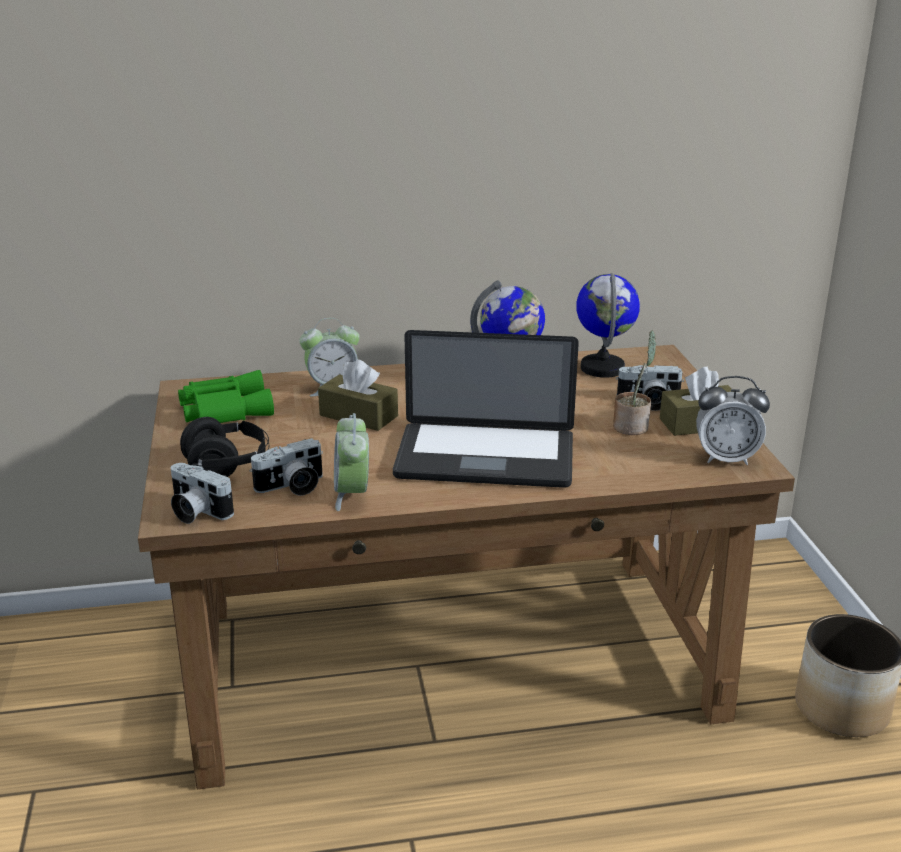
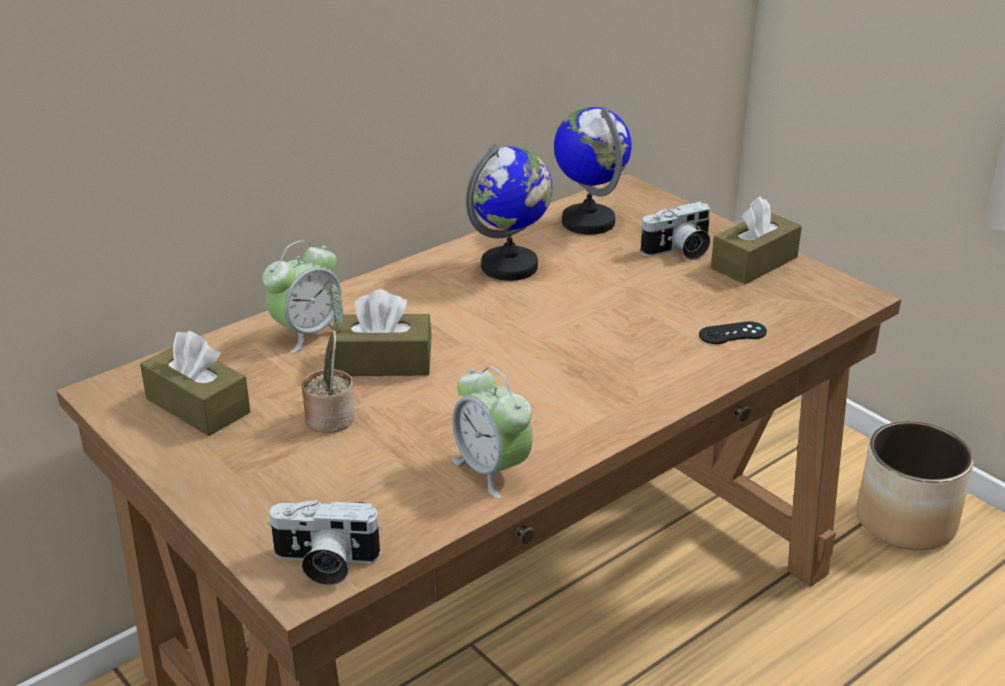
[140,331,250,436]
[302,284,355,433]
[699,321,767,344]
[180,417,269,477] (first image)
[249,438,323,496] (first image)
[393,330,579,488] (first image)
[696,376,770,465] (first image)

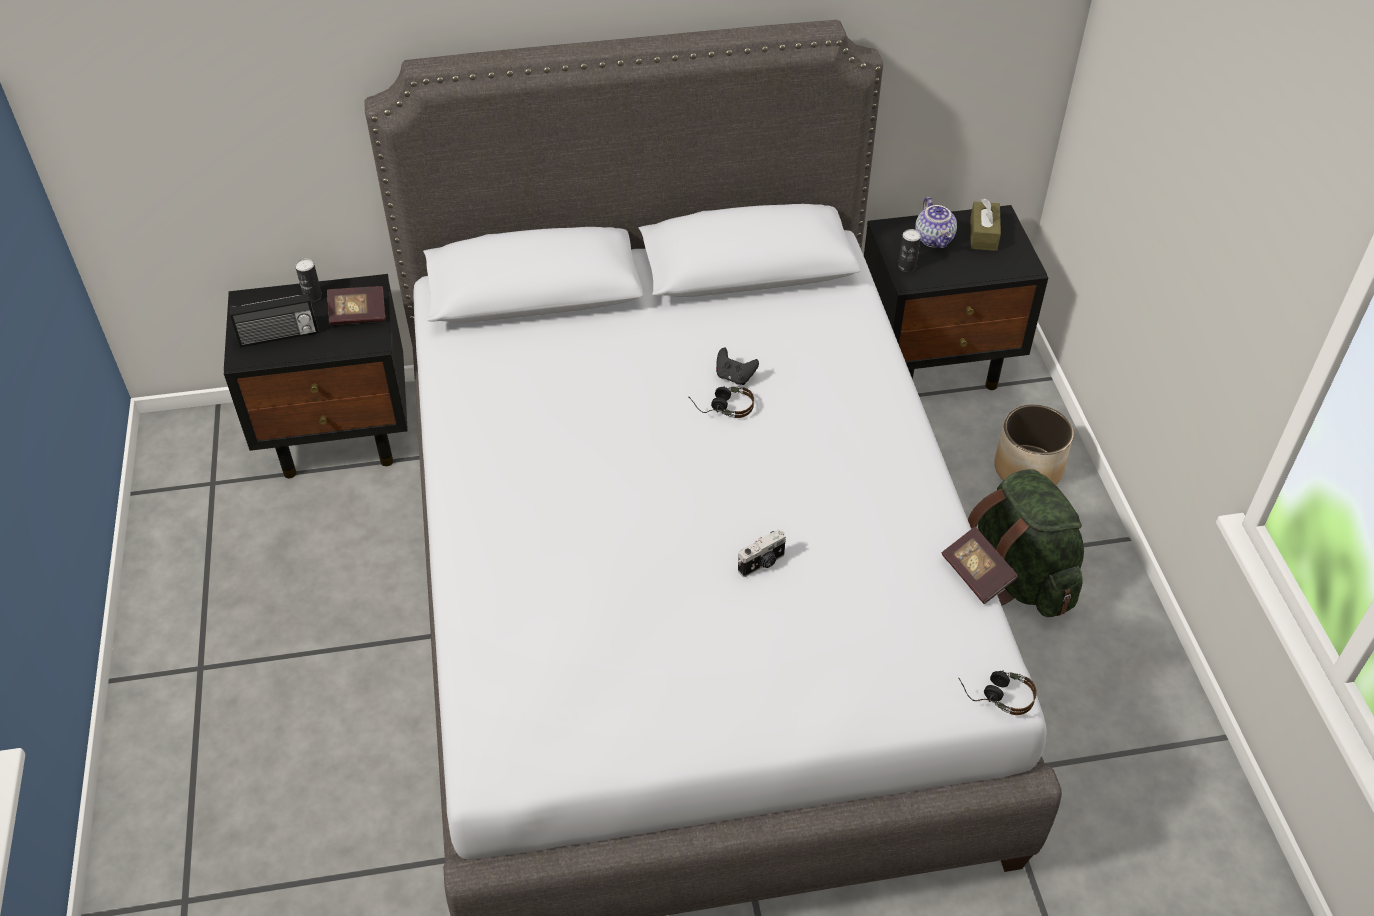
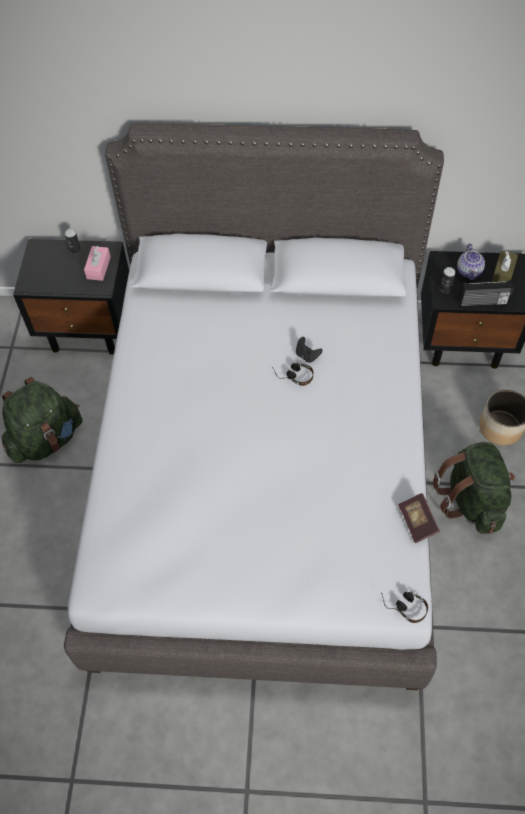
[2,377,83,463]
[84,246,111,281]
[458,280,513,307]
[738,530,786,577] (first image)

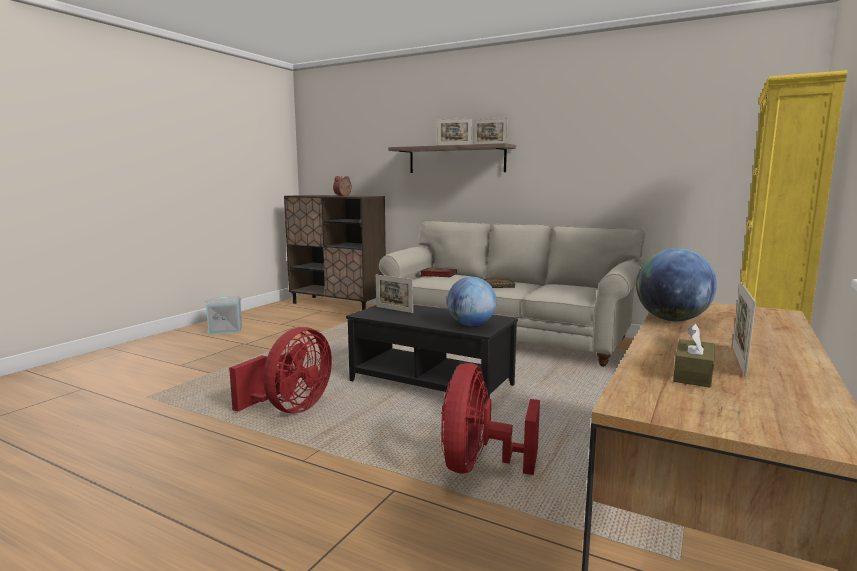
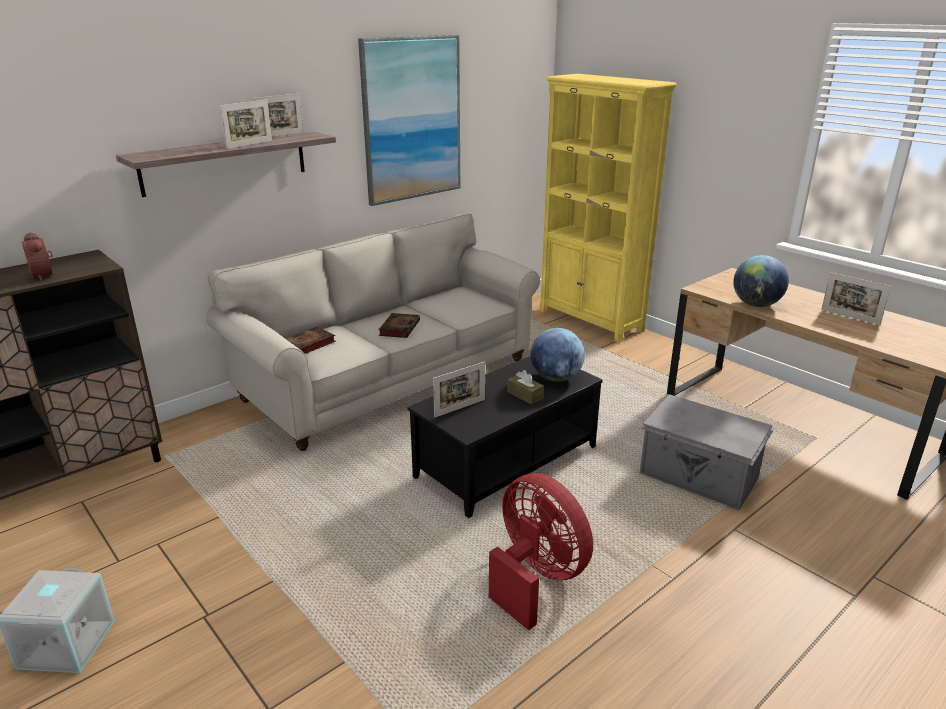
[358,35,460,206]
[507,370,544,404]
[640,394,773,510]

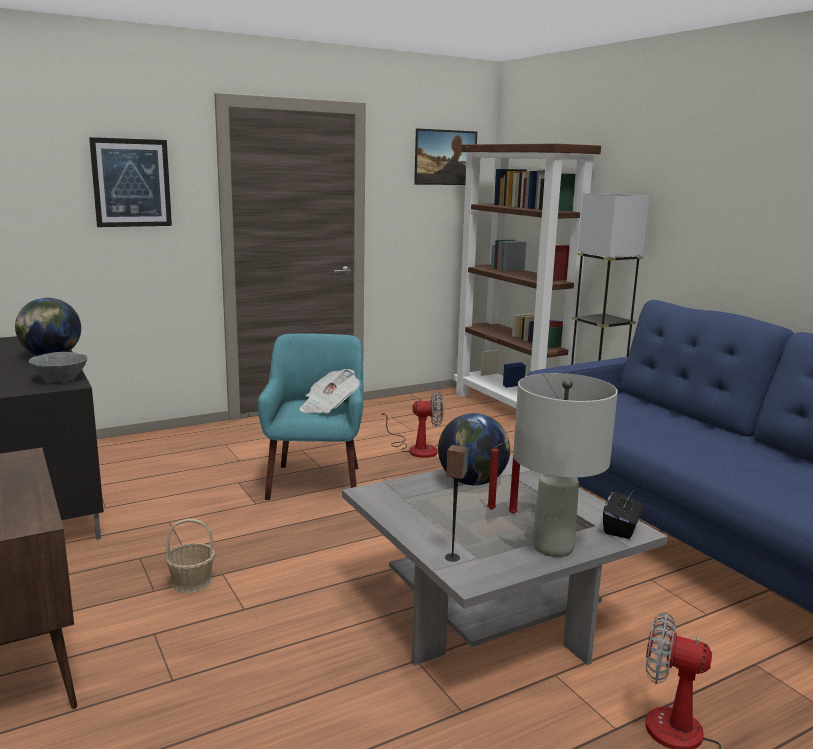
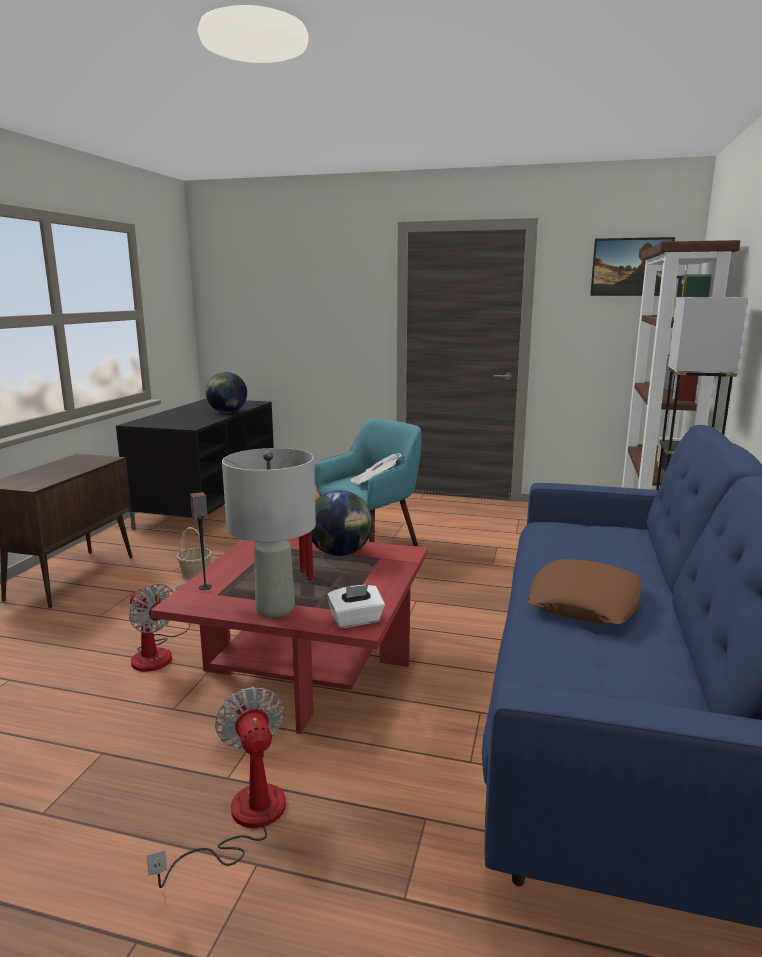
[129,584,190,672]
[151,537,427,734]
[327,585,385,628]
[528,559,642,624]
[29,352,88,382] (first image)
[89,137,172,227] (first image)

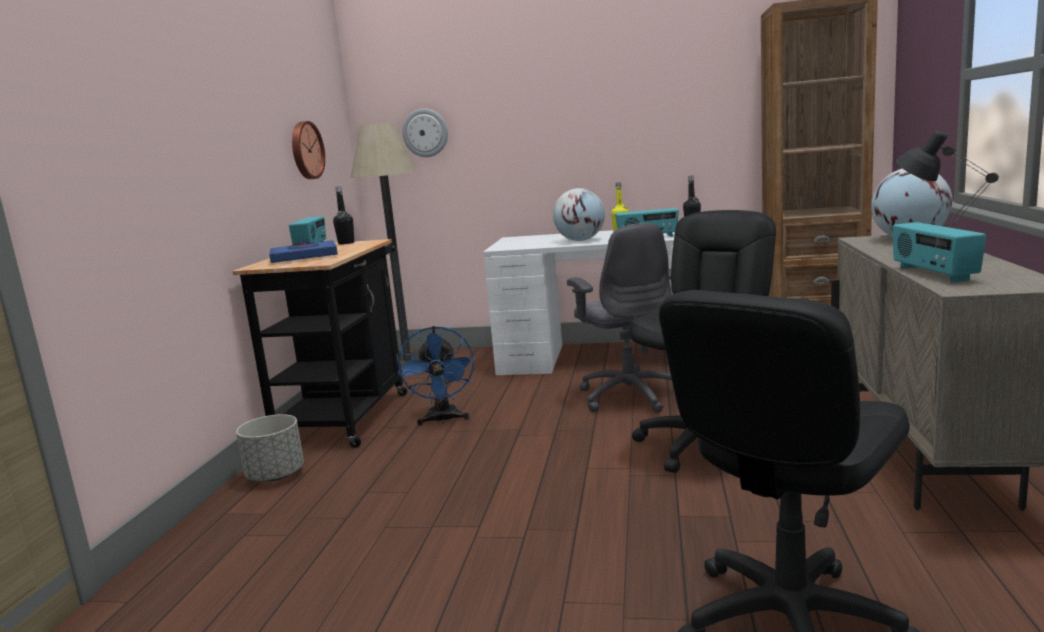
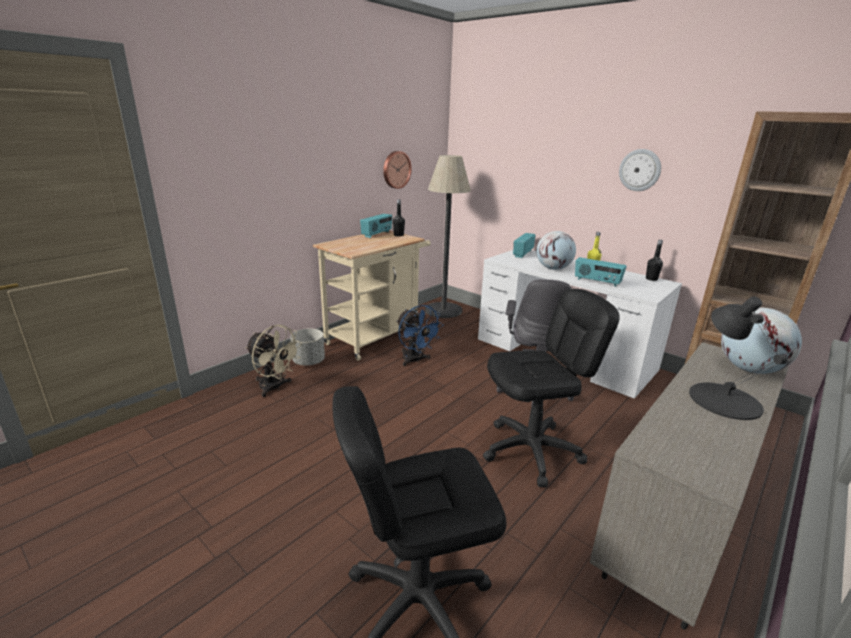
[245,325,302,397]
[313,230,431,361]
[397,305,444,366]
[513,233,536,258]
[619,149,661,191]
[269,240,338,263] (first image)

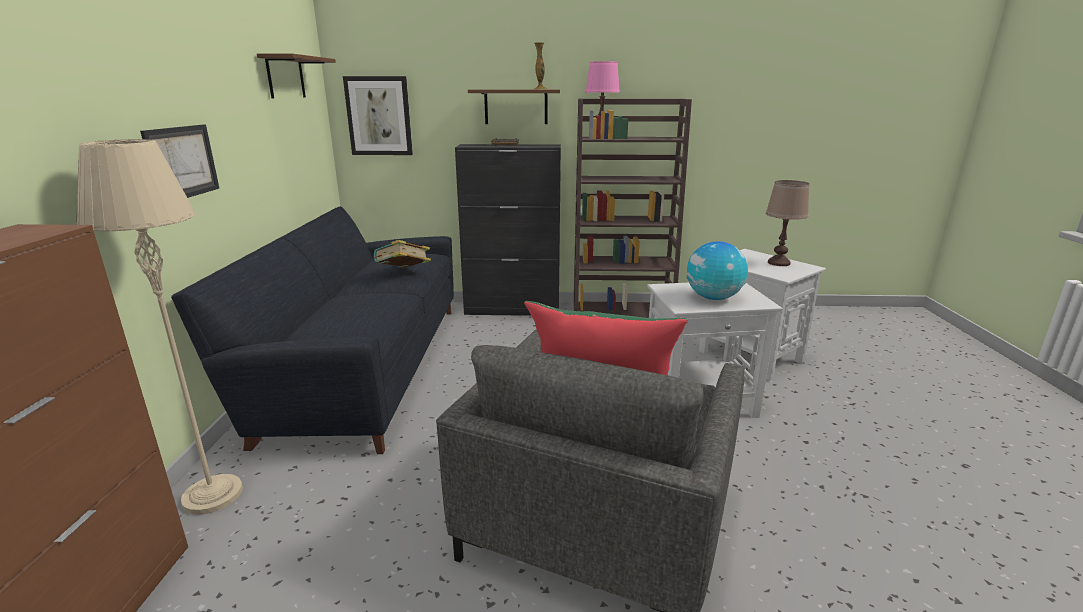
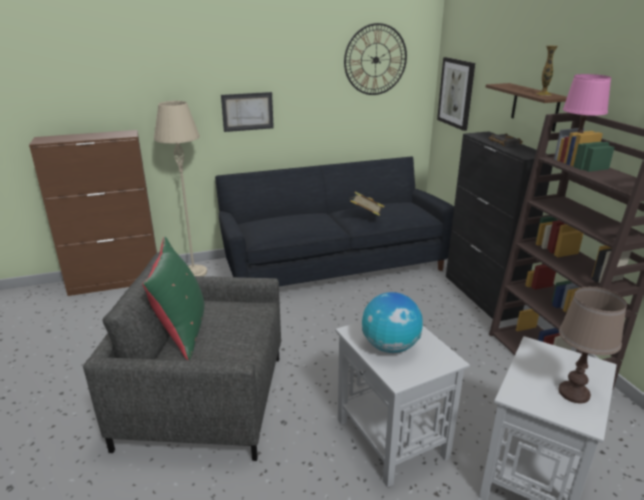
[344,23,407,95]

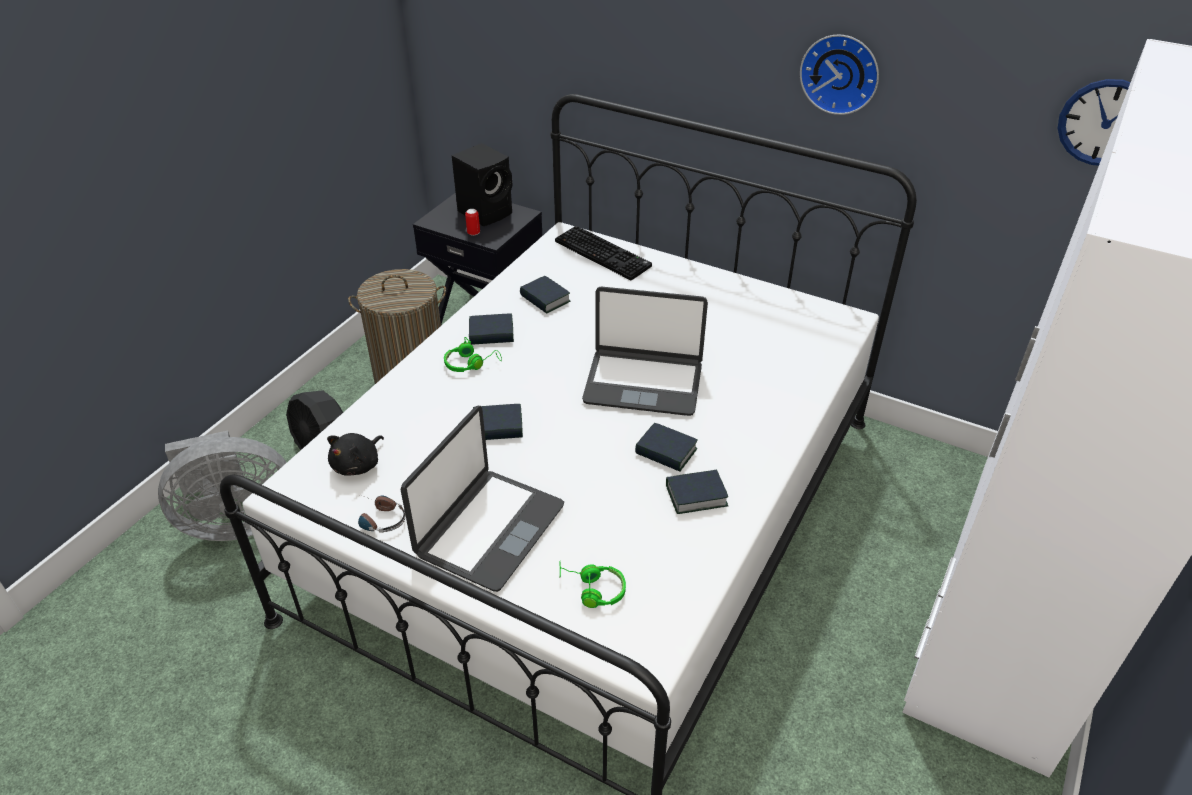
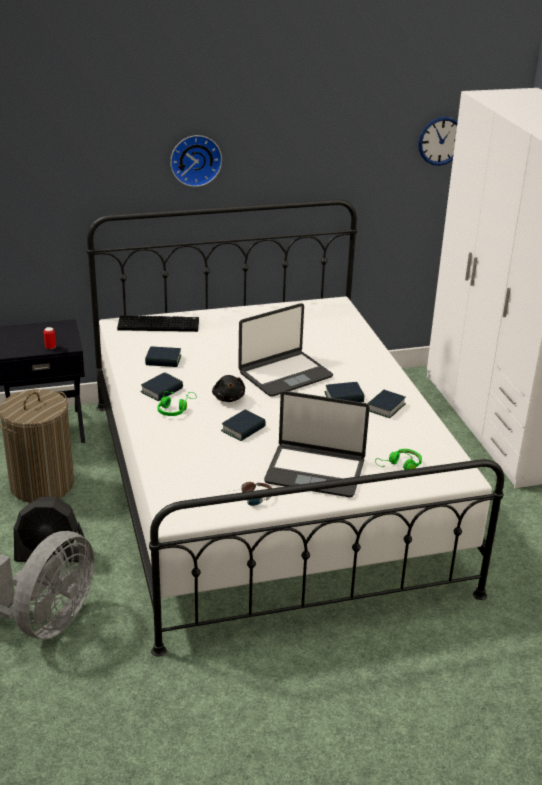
[170,135,222,187]
[212,375,245,402]
[264,391,370,497]
[452,143,512,226] (first image)

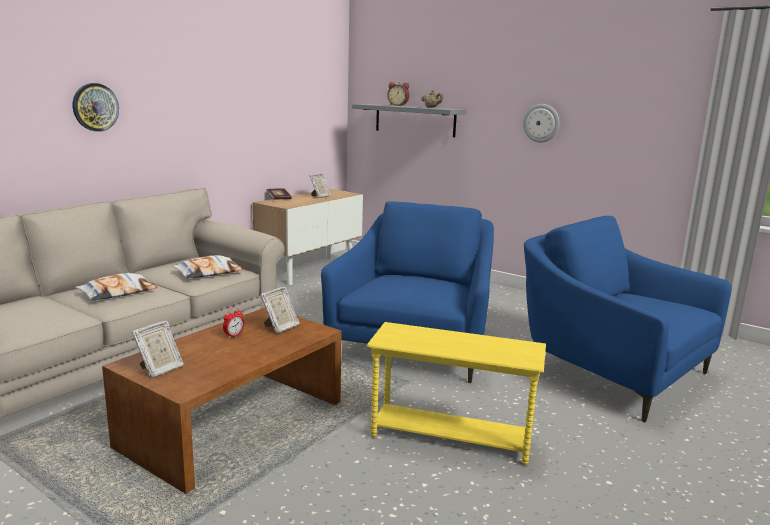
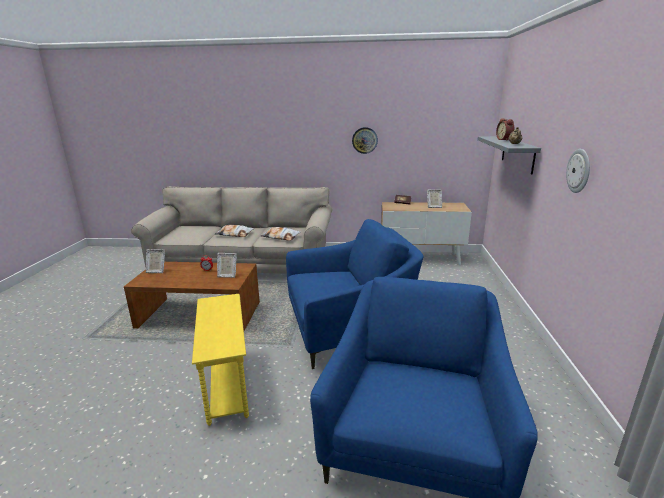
[352,127,378,154]

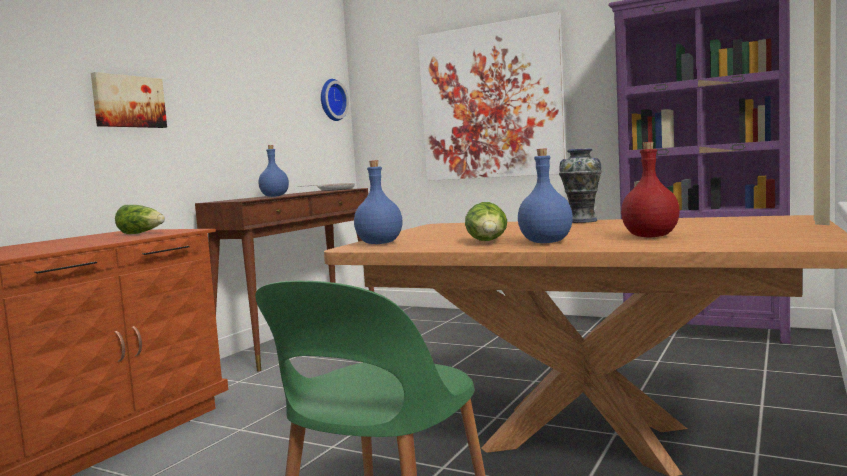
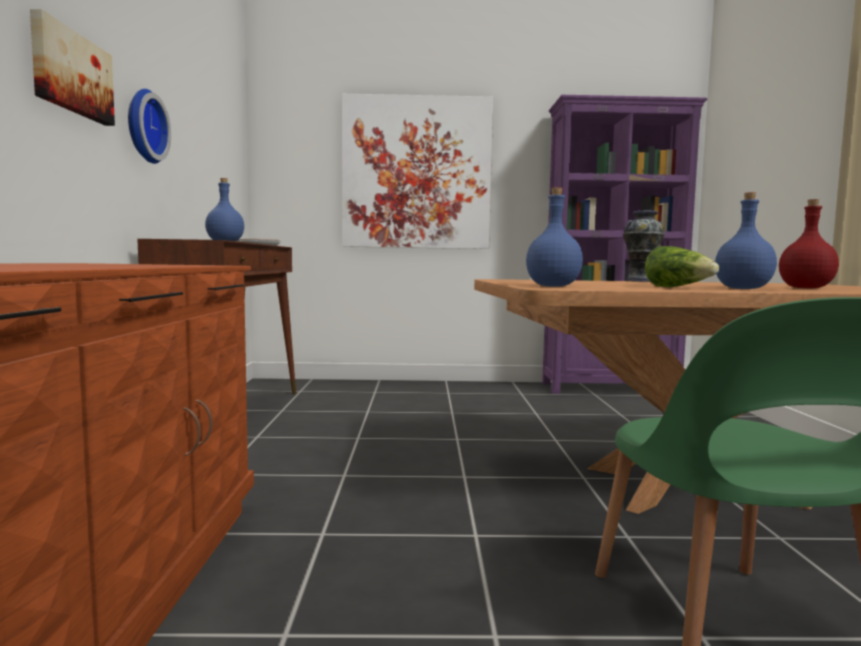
[128,89,171,164]
[115,205,165,234] (first image)

